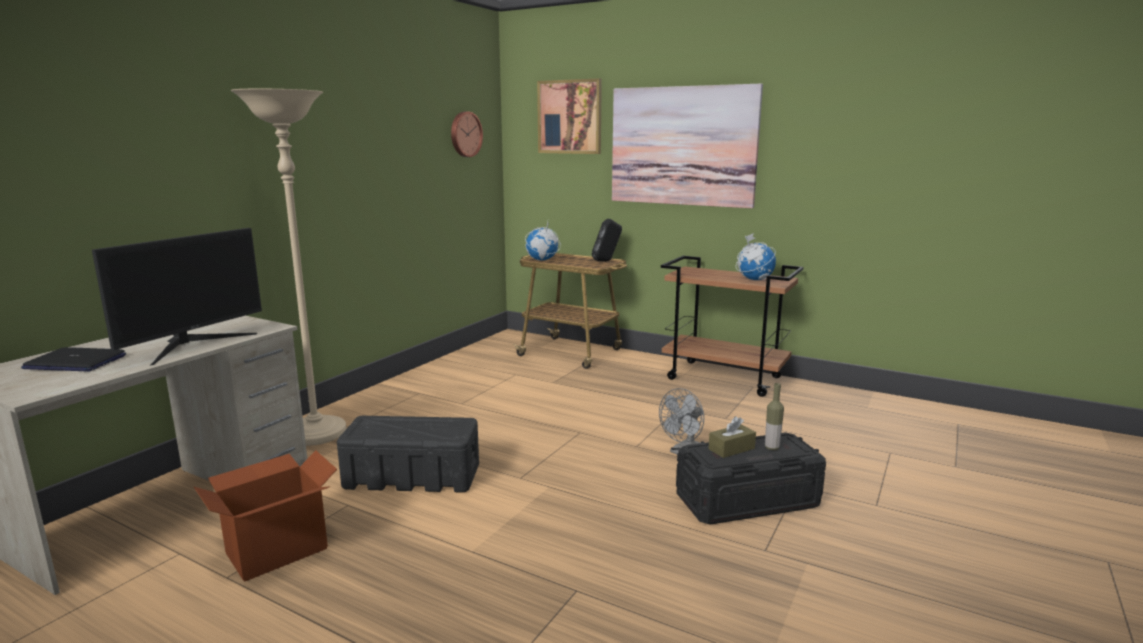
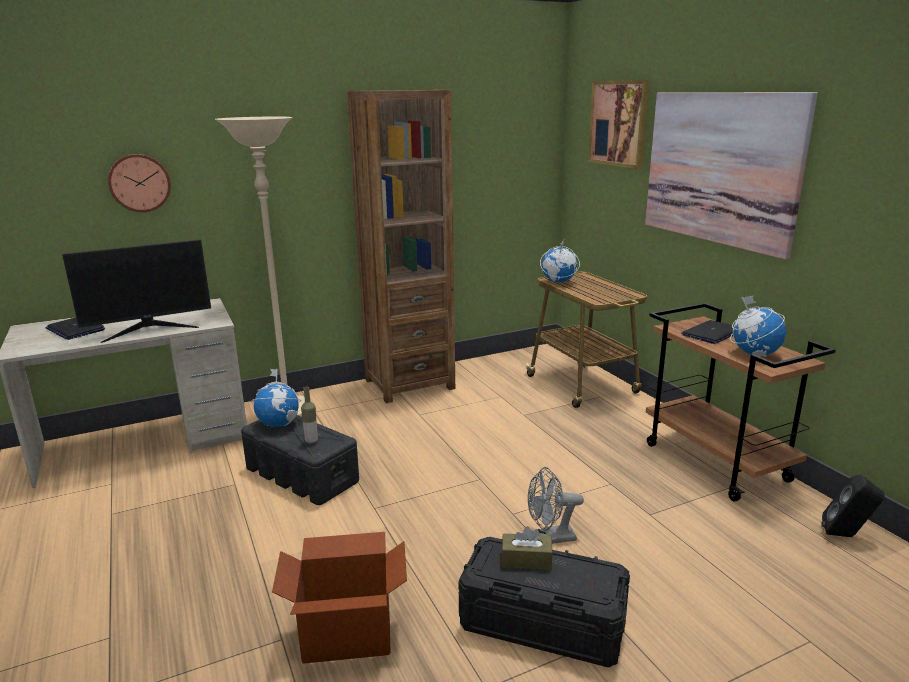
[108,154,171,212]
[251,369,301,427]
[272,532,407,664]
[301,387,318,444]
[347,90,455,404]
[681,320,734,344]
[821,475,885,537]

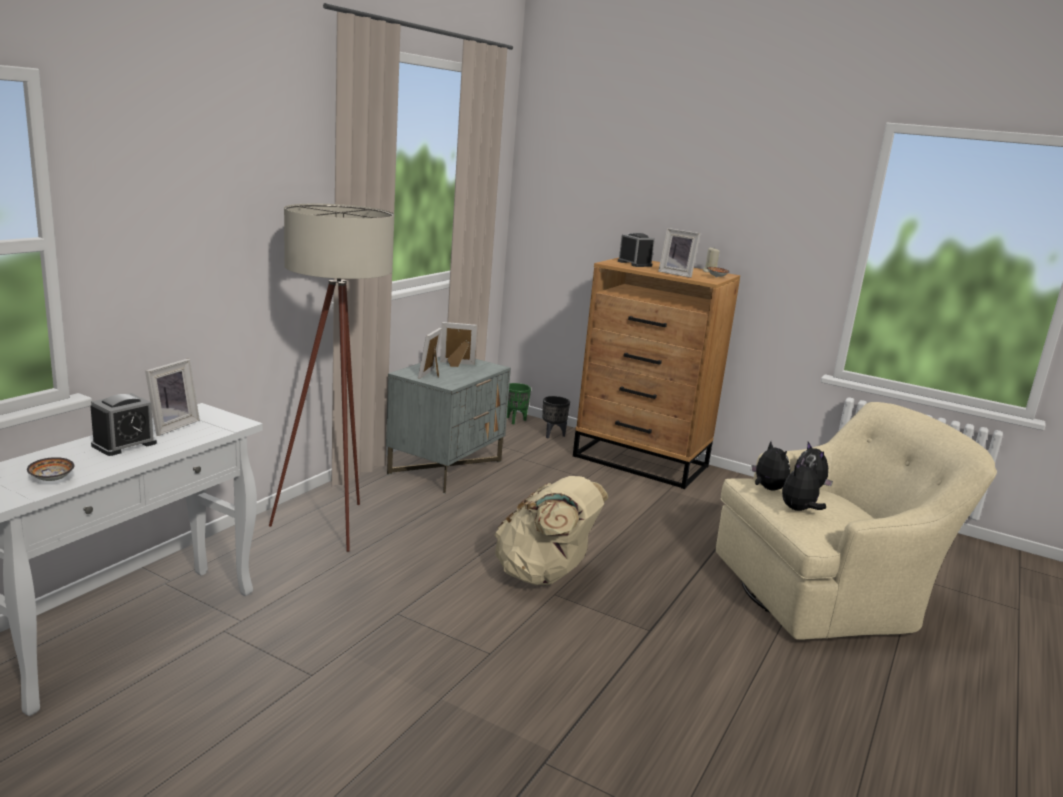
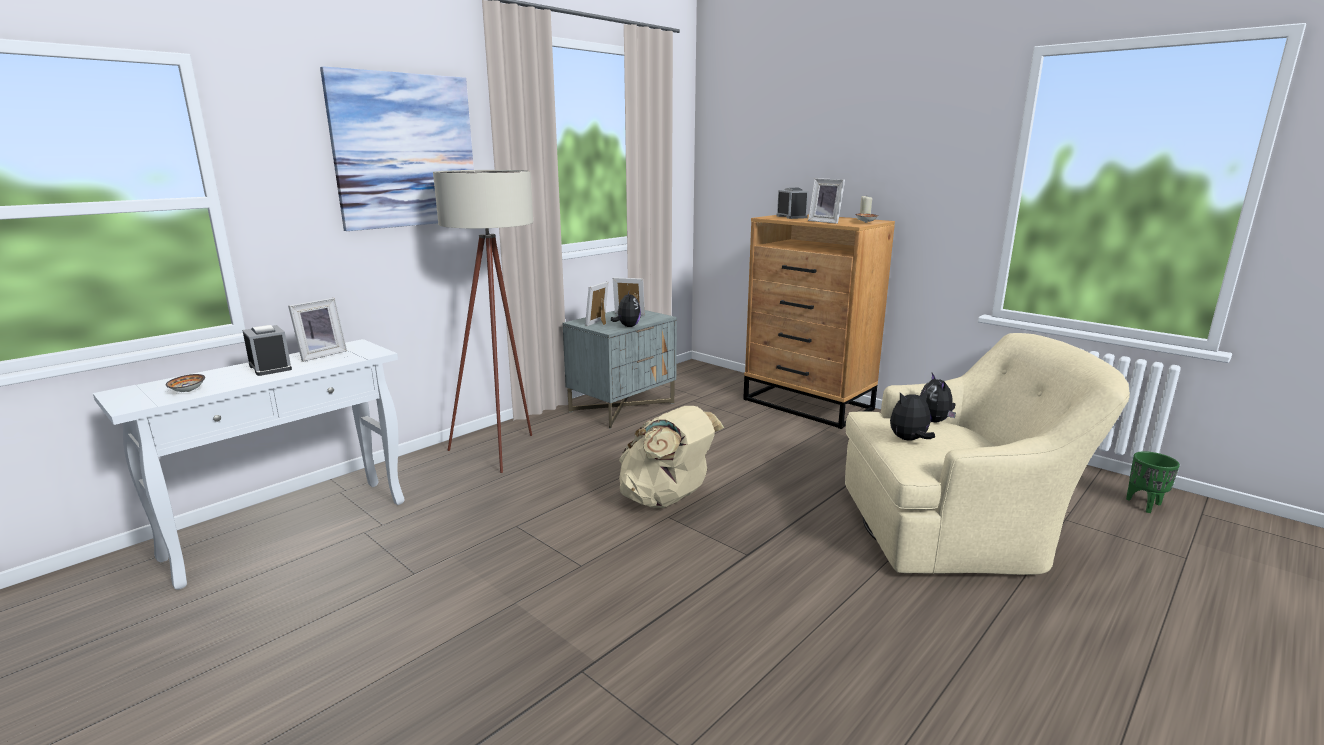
[242,325,292,376]
[320,66,474,231]
[611,292,641,327]
[1126,451,1180,513]
[542,396,570,438] (first image)

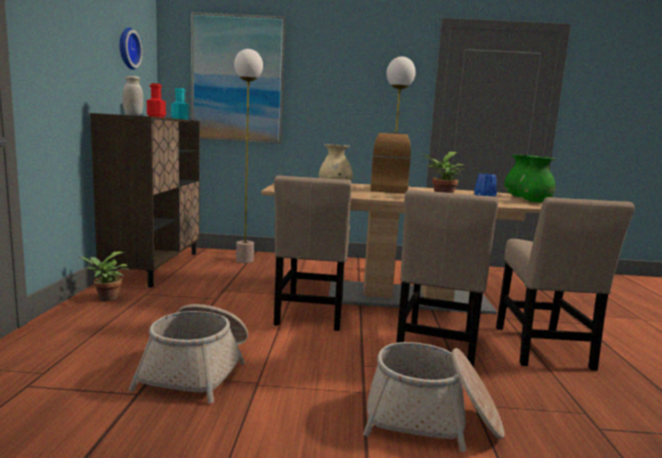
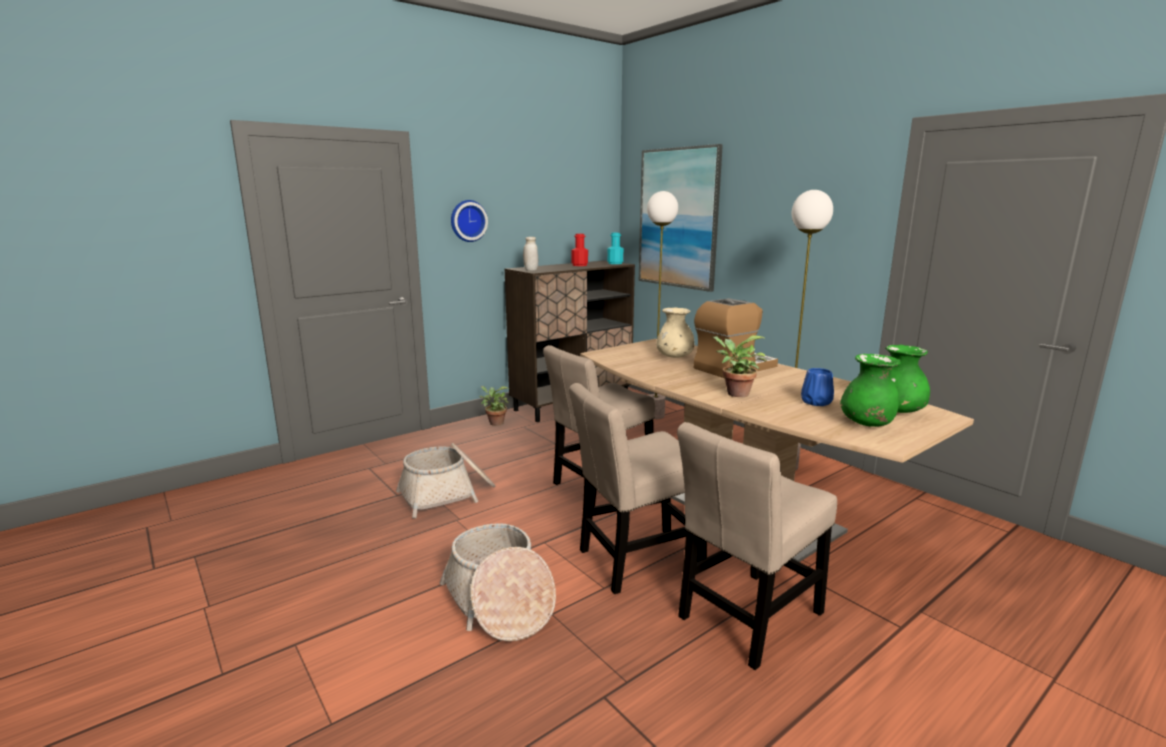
[451,200,488,242]

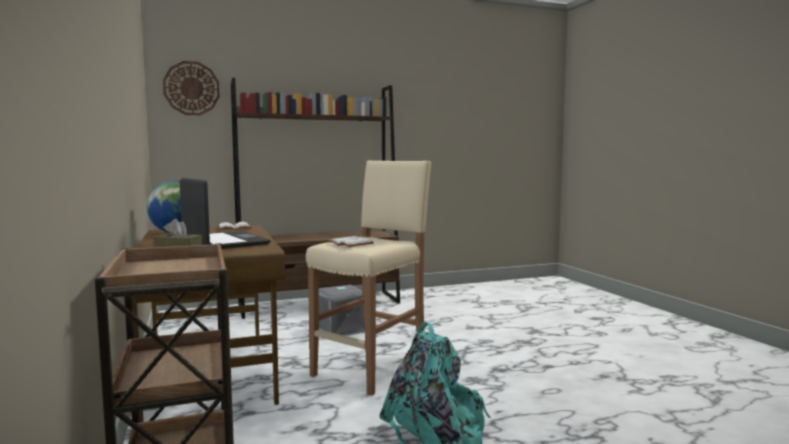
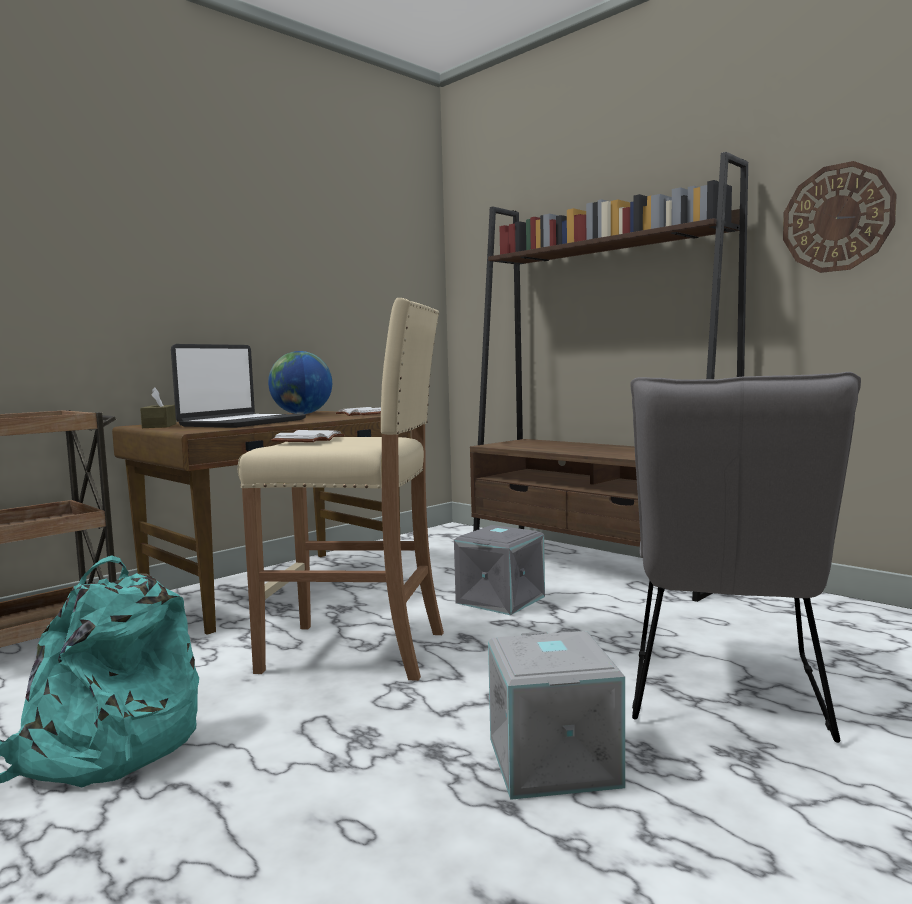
[488,631,625,800]
[630,372,861,743]
[783,161,897,273]

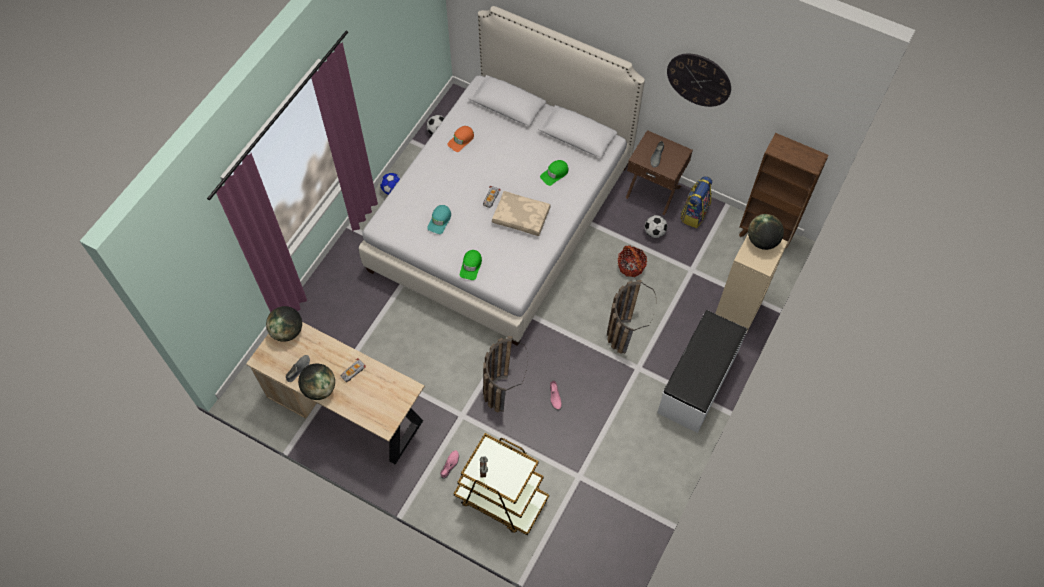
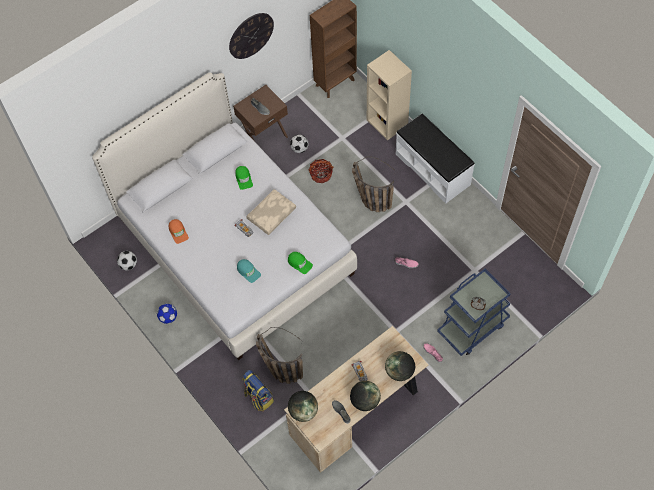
[242,370,274,411]
[256,327,303,384]
[385,351,415,381]
[437,269,510,356]

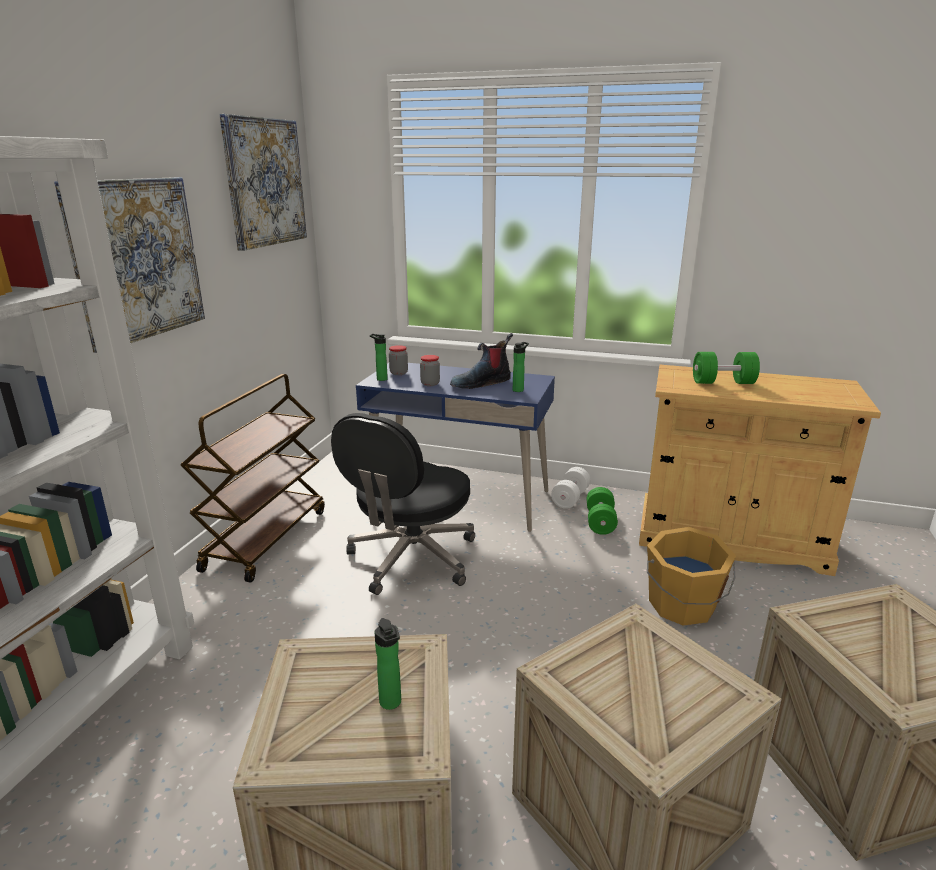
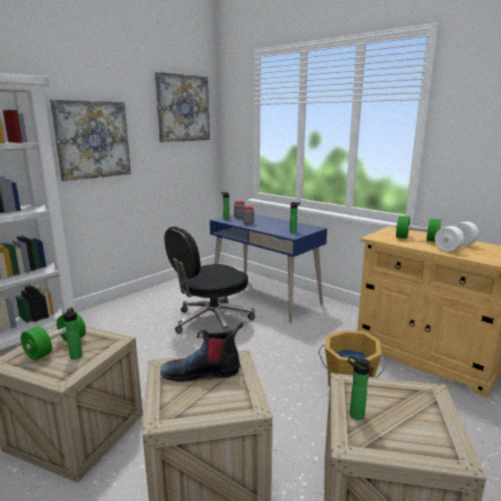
[21,311,86,360]
[160,323,243,382]
[348,356,371,420]
[435,221,479,252]
[181,374,325,582] (first image)

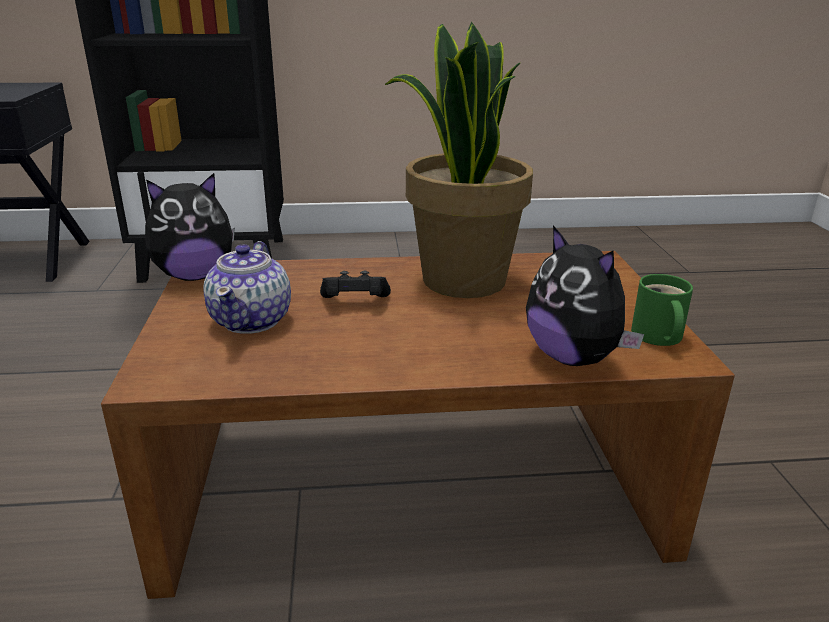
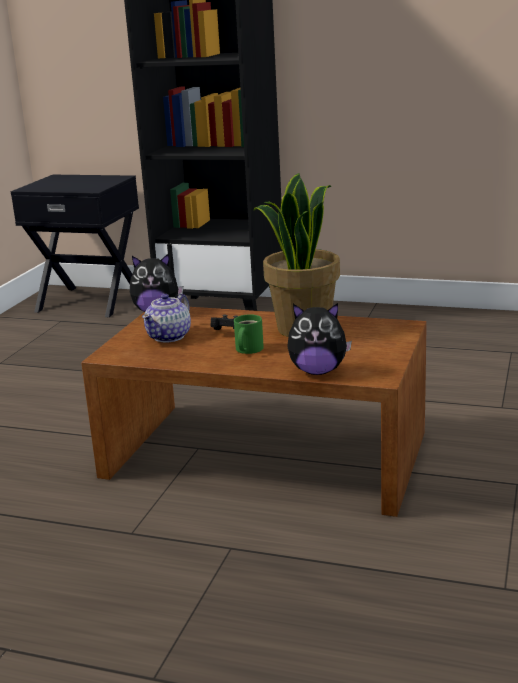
[234,314,264,354]
[287,303,352,375]

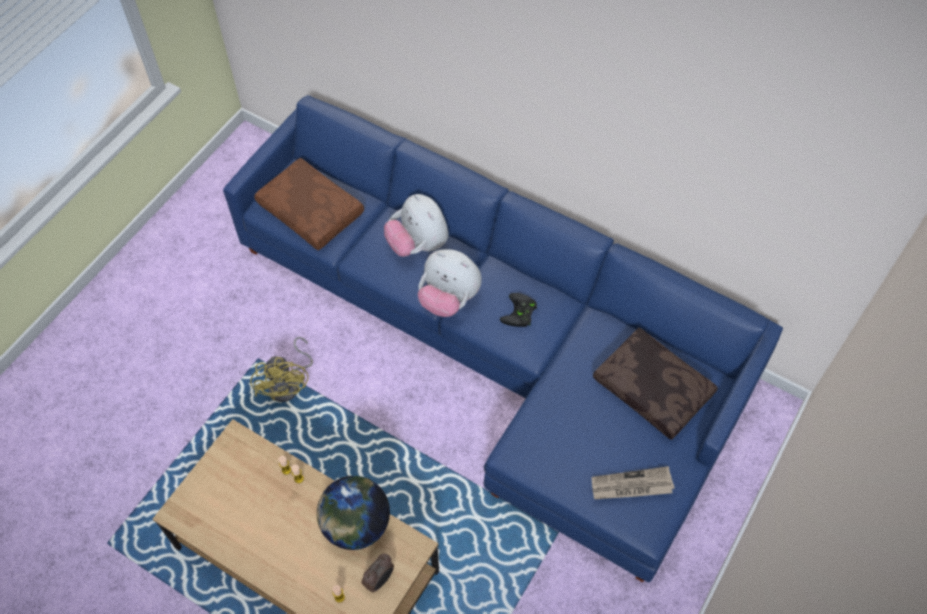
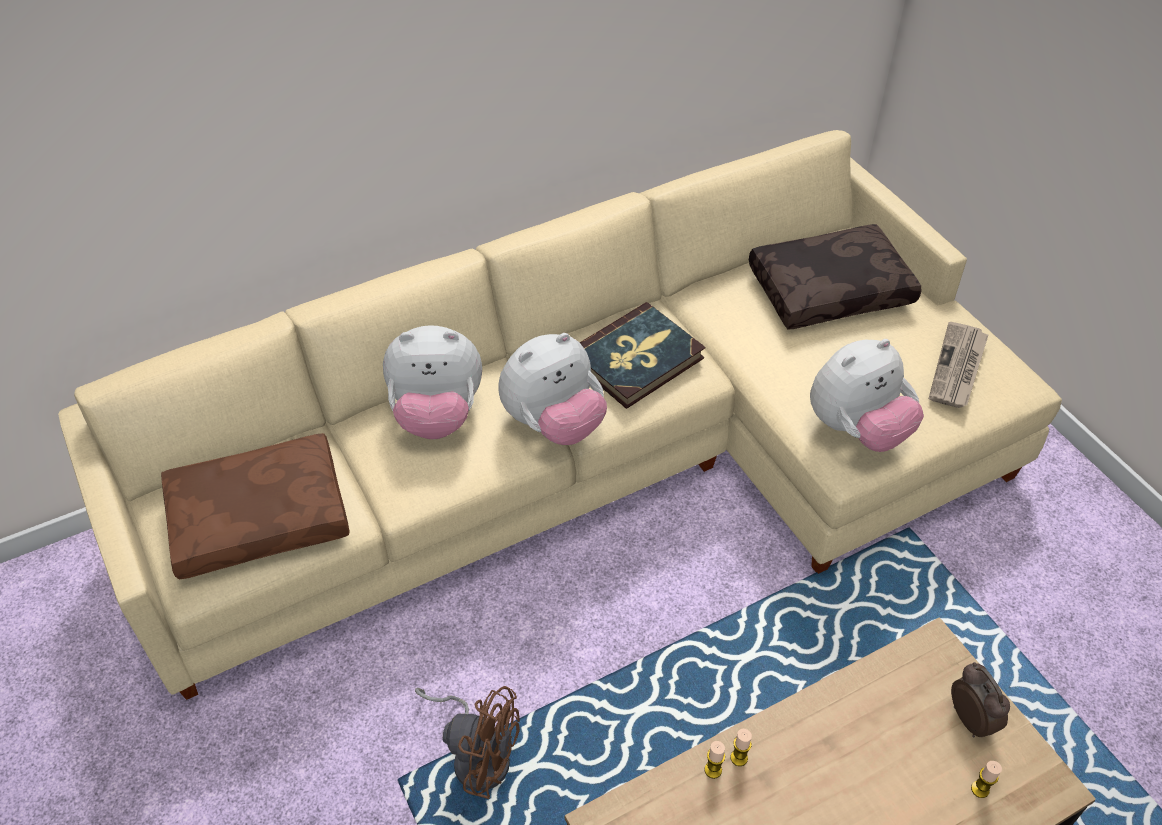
[58,130,1062,700]
[415,686,520,799]
[579,302,706,409]
[810,339,924,452]
[317,476,390,550] (first image)

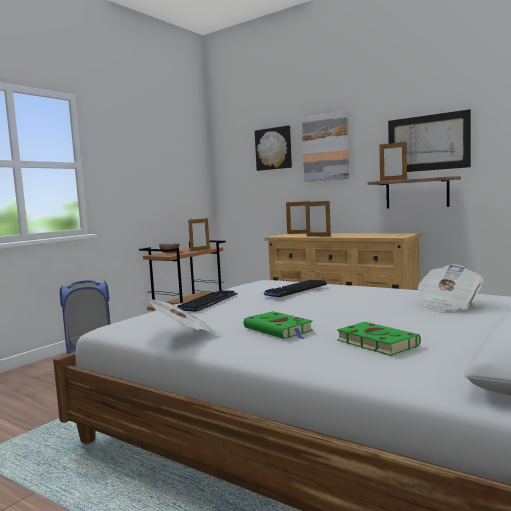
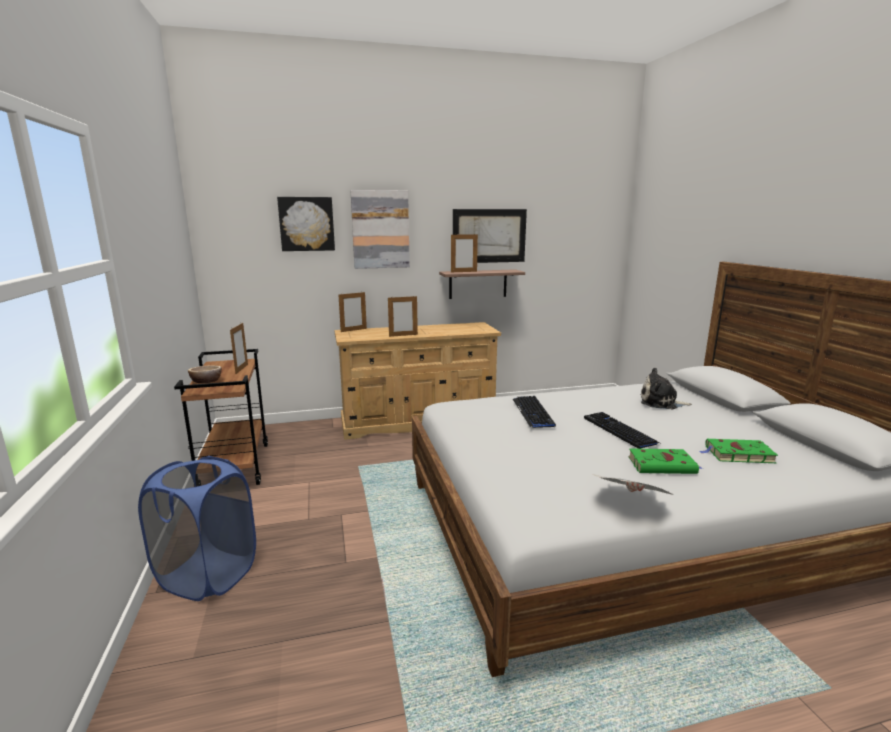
[584,412,662,449]
[640,368,692,409]

